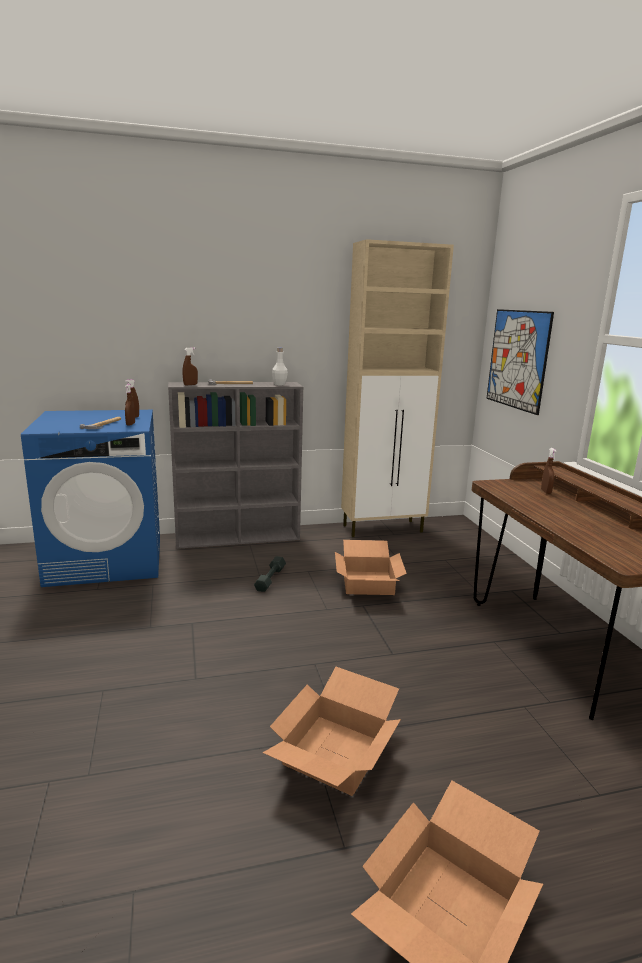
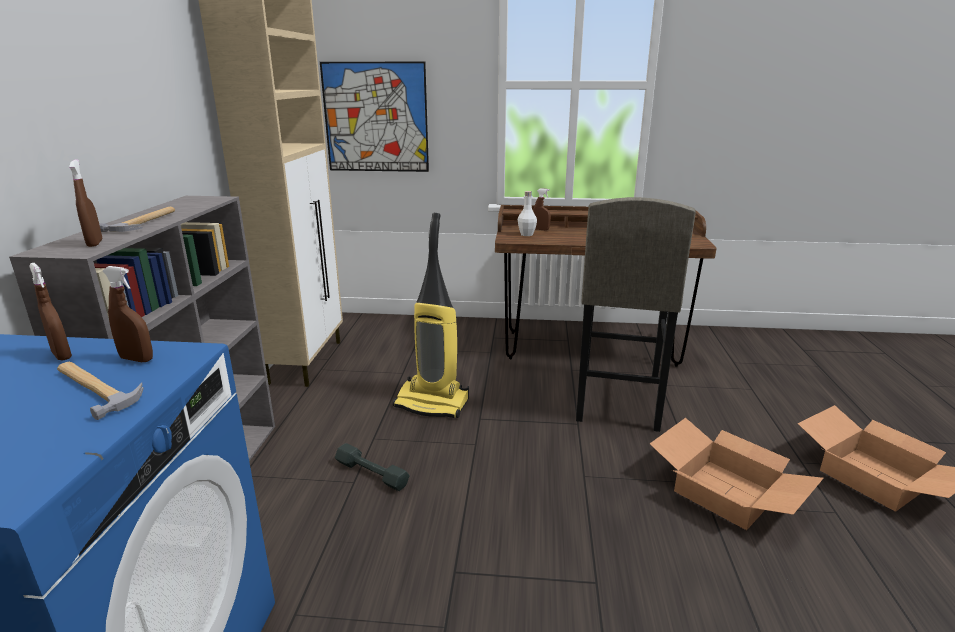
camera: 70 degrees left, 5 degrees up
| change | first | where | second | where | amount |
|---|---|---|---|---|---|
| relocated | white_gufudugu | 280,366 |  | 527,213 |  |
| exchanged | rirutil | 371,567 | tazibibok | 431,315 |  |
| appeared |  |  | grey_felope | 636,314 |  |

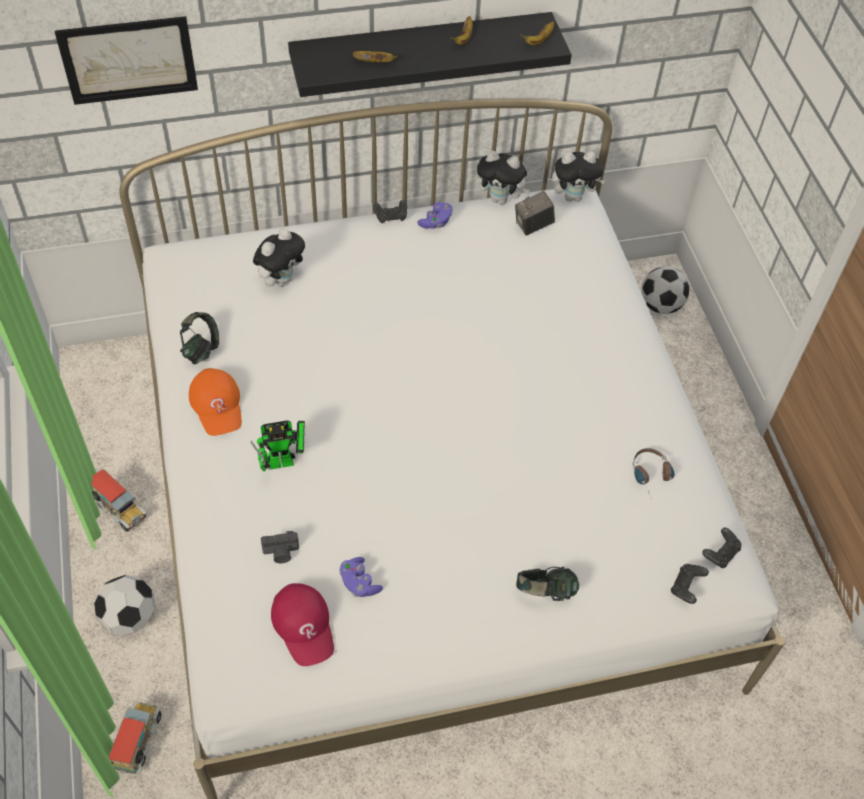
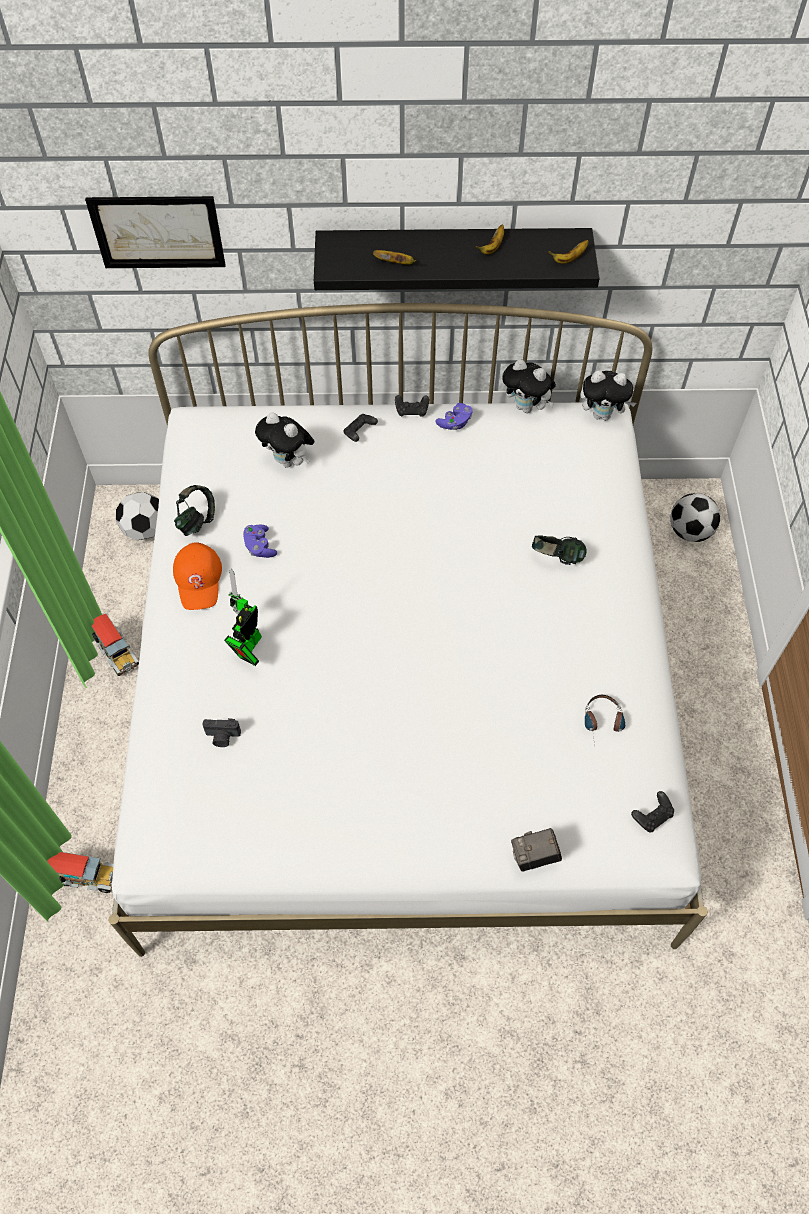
camera: 15 degrees right, 5 degrees up
| change | first | where | second | where | amount |
|---|---|---|---|---|---|
| relocated | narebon | 535,213 |  | 536,850 |  |
| spun | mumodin | 279,257 |  | 285,440 | 75 degrees clockwise |
| spun | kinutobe | 278,445 |  | 243,617 | 120 degrees clockwise |
| relocated | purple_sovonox | 361,577 |  | 260,541 |  |
| relocated | black_sovonox | 690,584 |  | 361,428 |  |
| relocated | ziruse | 547,584 |  | 559,550 |  |
| relocated | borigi | 124,605 |  | 137,516 |  |
| missing | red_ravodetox | 302,624 |  |  |  |
| spun | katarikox | 135,737 |  | 80,872 | 75 degrees clockwise |

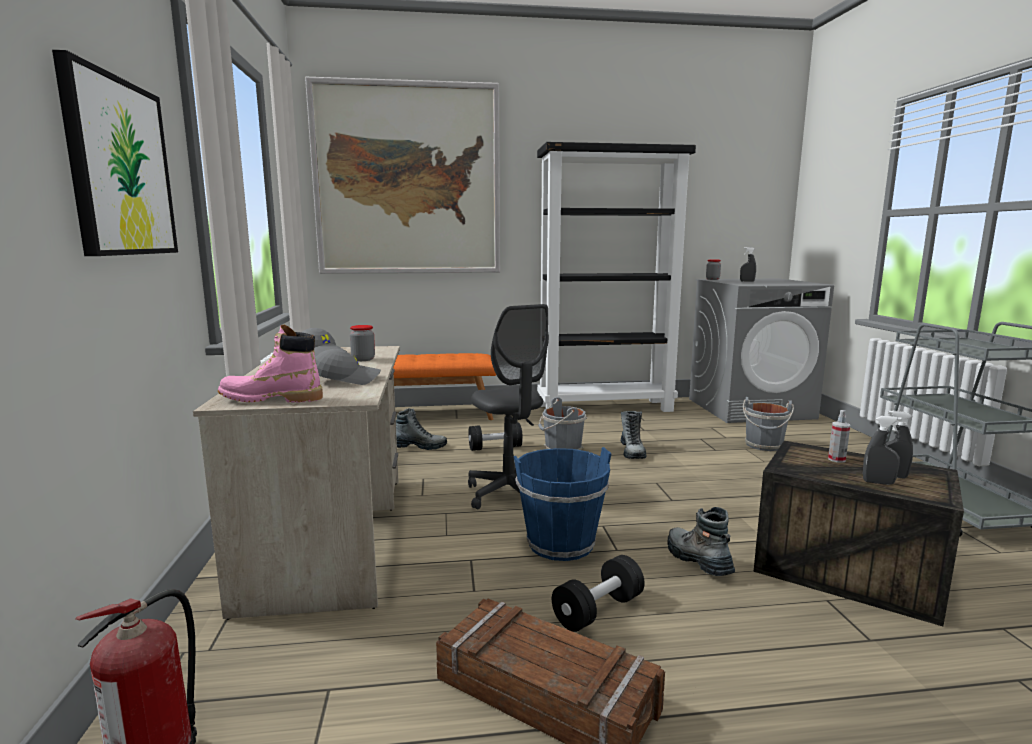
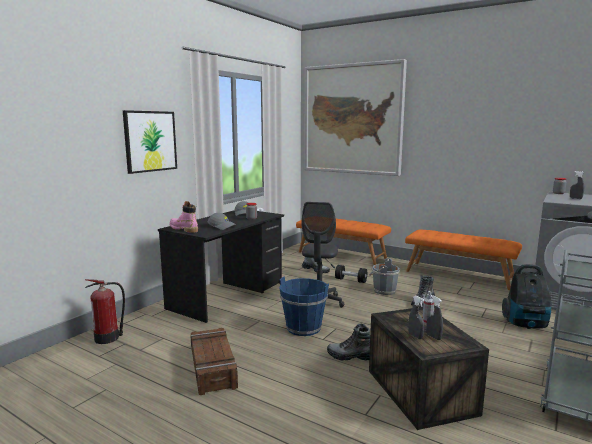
camera: 40 degrees right, 0 degrees up
| change | first | where | second | where | amount |
|---|---|---|---|---|---|
| exchanged | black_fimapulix | 616,277 | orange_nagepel | 463,260 |  |
| colour | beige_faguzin | 296,483 | black_faguzin | 221,267 |  |
| exchanged | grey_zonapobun | 768,424 | tazibibok | 526,296 |  |
| spun | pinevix | 701,541 |  | 348,342 | 90 degrees counterclockwise |
| missing | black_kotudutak | 598,593 |  |  |  |

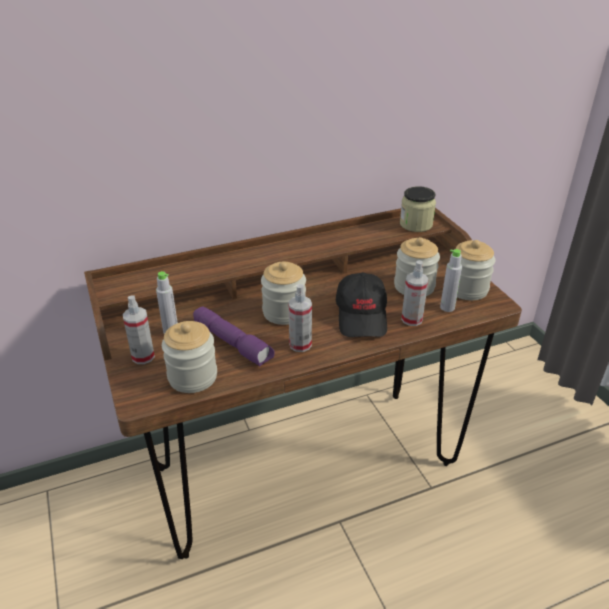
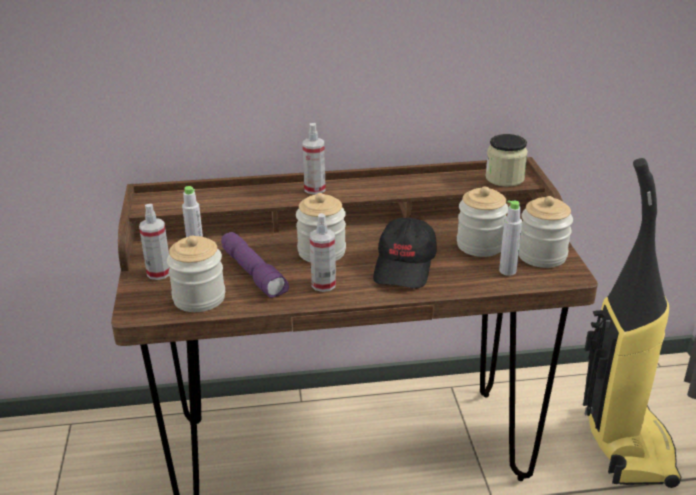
camera: 15 degrees right, 5 degrees down
| change | first | where | second | where | amount |
|---|---|---|---|---|---|
| relocated | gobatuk | 415,293 |  | 314,158 |  |
| appeared |  |  | tazibibok | 632,323 |  |

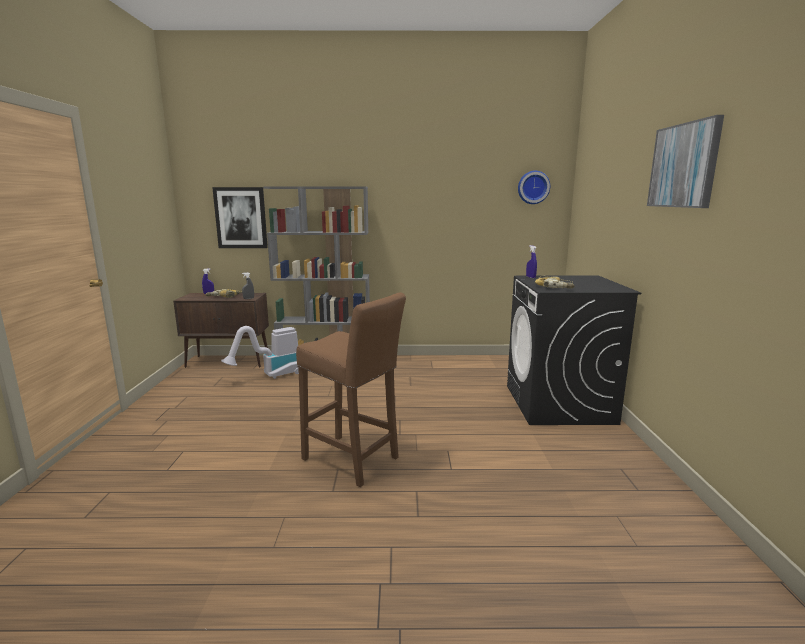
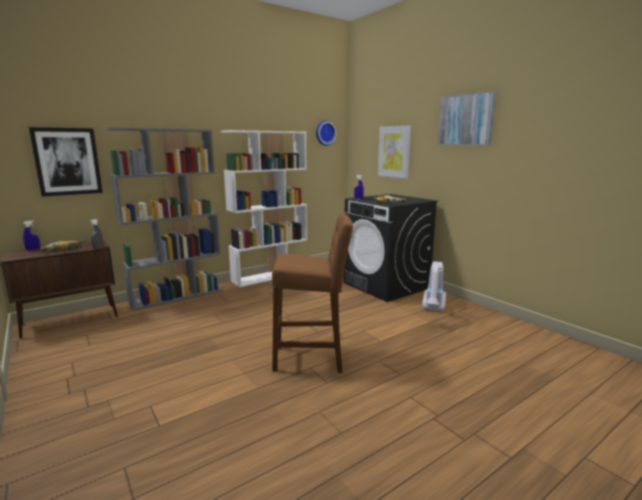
camera: 35 degrees left, 0 degrees up
| change | first | where | second | where | amount |
|---|---|---|---|---|---|
| relocated | tazibibok | 260,352 |  | 434,286 |  |
| appeared |  |  | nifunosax | 394,151 |  |
| appeared |  |  | white_fimapulix | 264,208 |  |

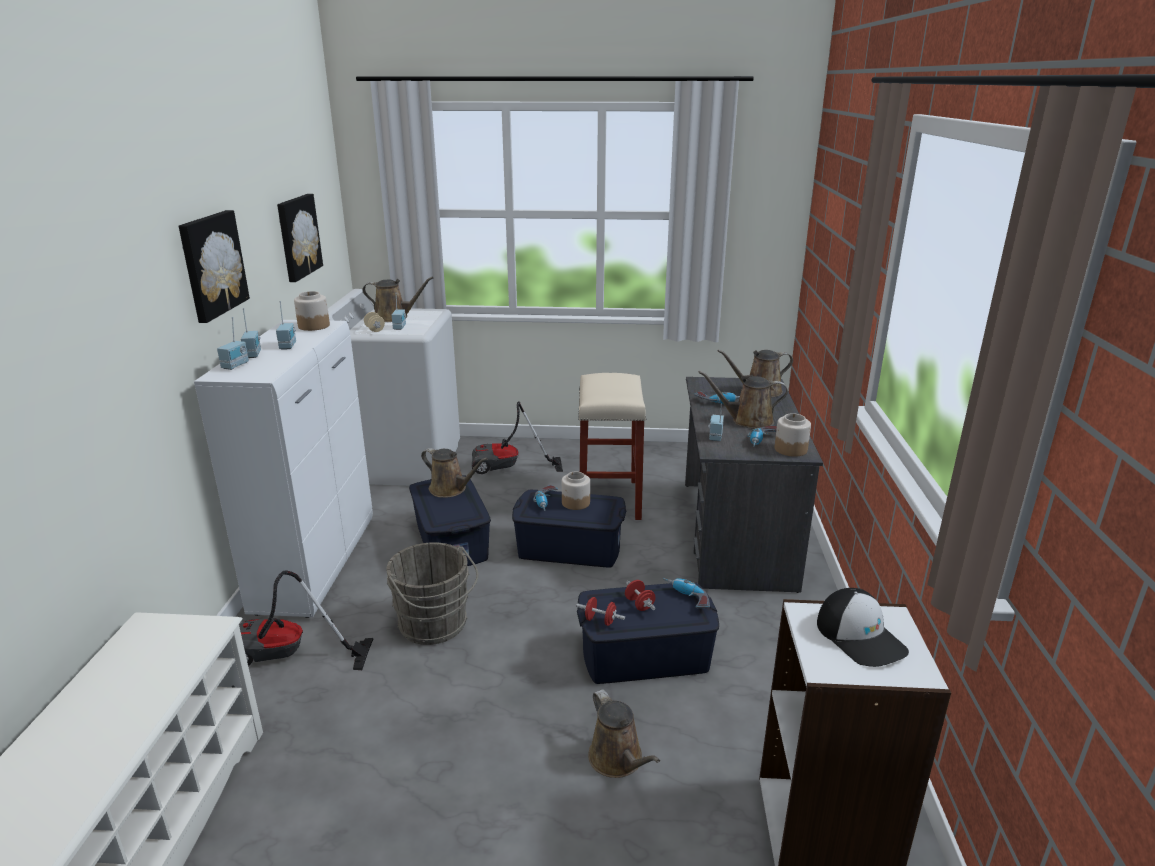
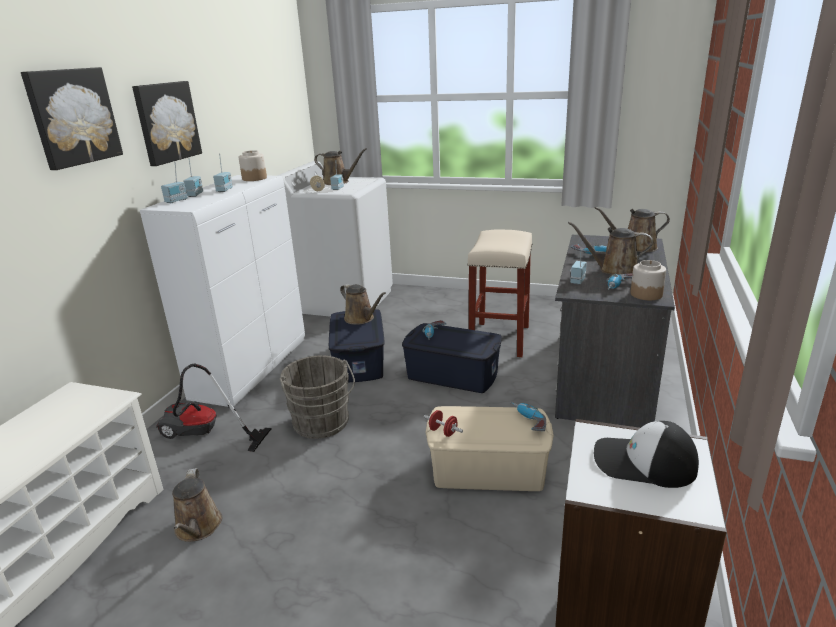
camera: 15 degrees right, 0 degrees up
| change | first | where | second | where | amount |
|---|---|---|---|---|---|
| relocated | nifunosax | 300,238 |  | 72,118 |  |
| missing | tazibibok | 517,437 |  |  |  |
| missing | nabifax | 576,491 |  |  |  |
| missing | red_kotudutak | 640,595 |  |  |  |
| colour | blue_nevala | 648,633 | beige_nevala | 489,448 |  |
| spun | ravodetox | 863,627 |  | 646,454 | 120 degrees clockwise |
| relocated | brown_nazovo | 624,733 |  | 197,505 |  |

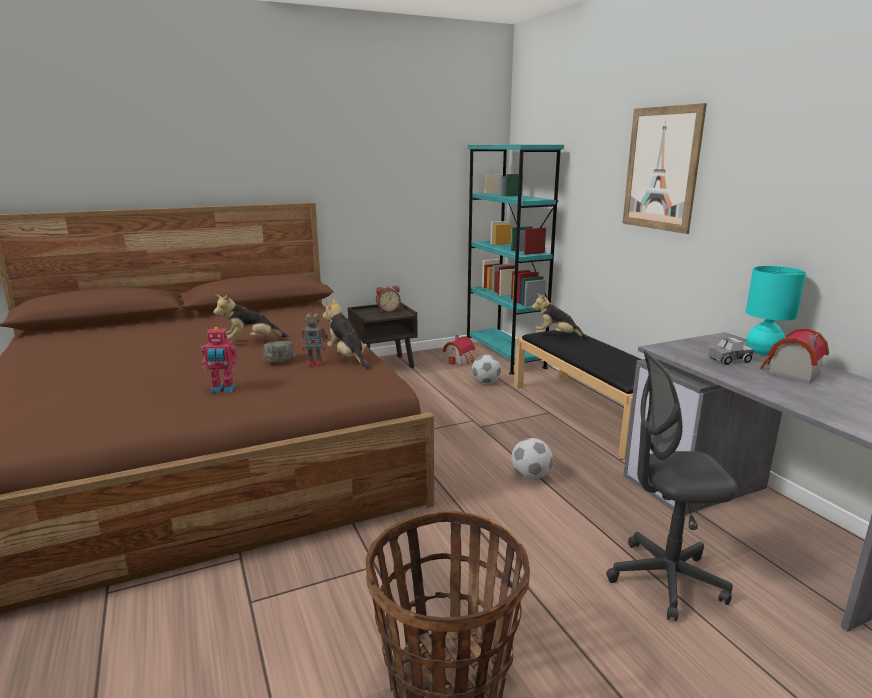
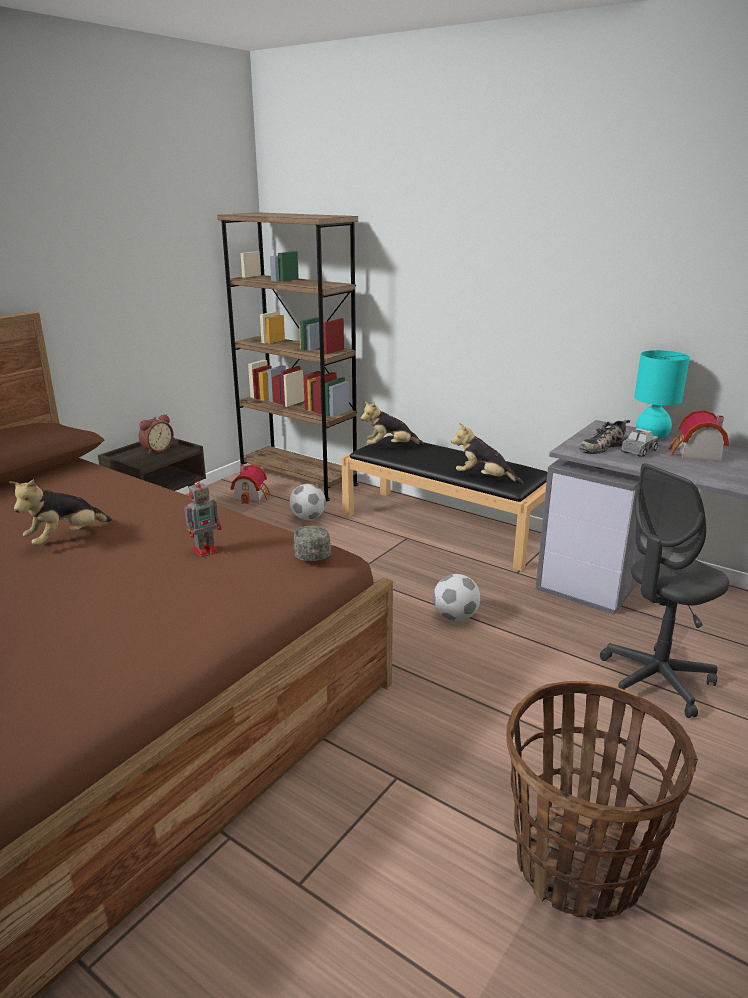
camera: 30 degrees left, 5 degrees up
| change | first | where | second | where | amount |
|---|---|---|---|---|---|
| missing | nifunosax | 665,168 |  |  |  |
| colour | turquoise_fimapulix | 515,260 | brown_fimapulix | 288,357 |  |
| relocated | mumodin | 346,334 |  | 487,453 |  |
| missing | kinutobe | 219,360 |  |  |  |
| relocated | grey_ravodetox | 280,351 |  | 312,543 |  |
| appeared |  |  | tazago | 604,437 |  |

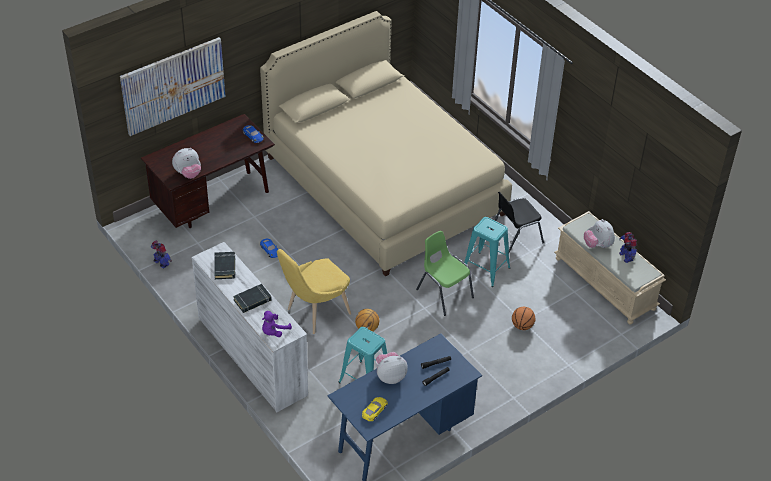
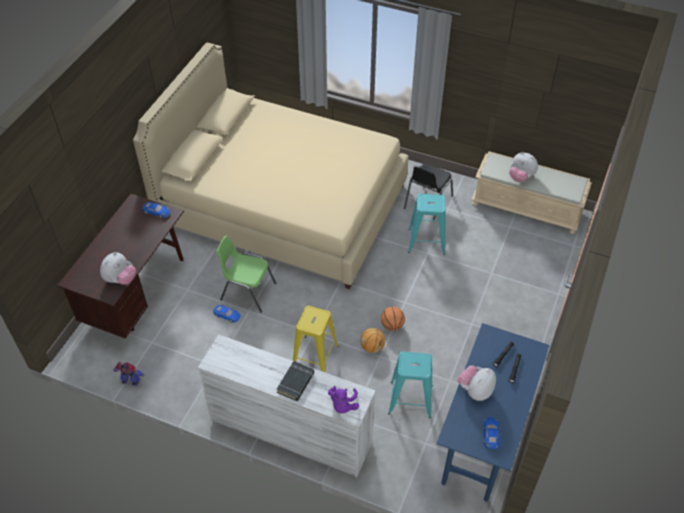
camera: 30 degrees left, 5 degrees up
| change | first | where | second | where | amount |
|---|---|---|---|---|---|
| missing | nifunosax | 172,86 |  |  |  |
| relocated | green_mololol | 445,273 |  | 246,274 |  |
| missing | kinutobe | 628,247 |  |  |  |
| exchanged | yellow_mololol | 314,291 | yellow_felope | 316,339 |  |
| missing | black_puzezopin | 225,265 |  |  |  |
| relocated | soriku | 524,318 |  | 393,318 |  |
| colour | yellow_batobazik | 374,409 | blue_batobazik | 491,433 |  |

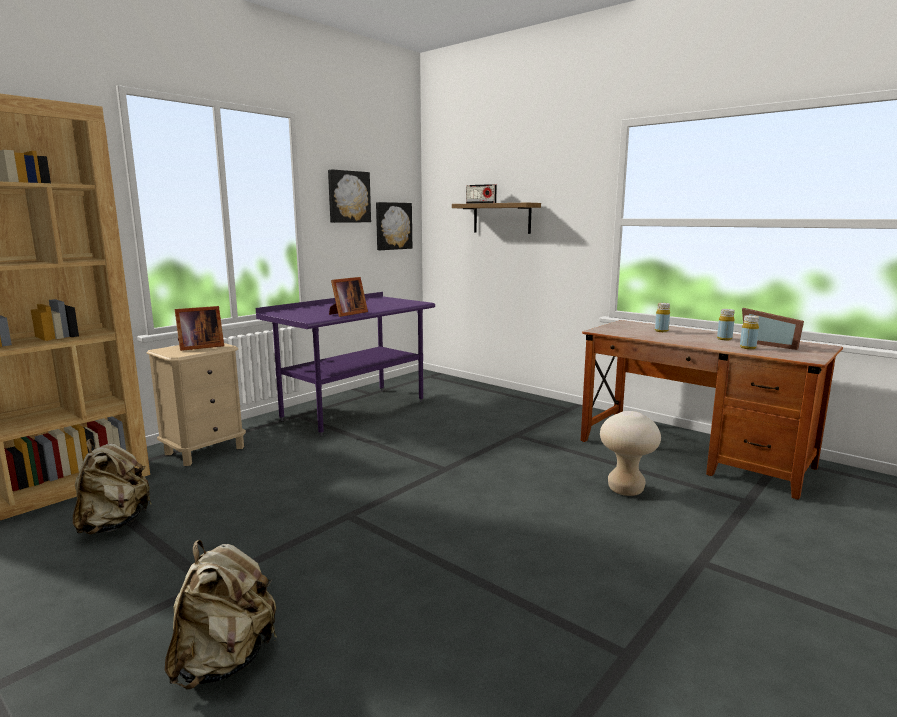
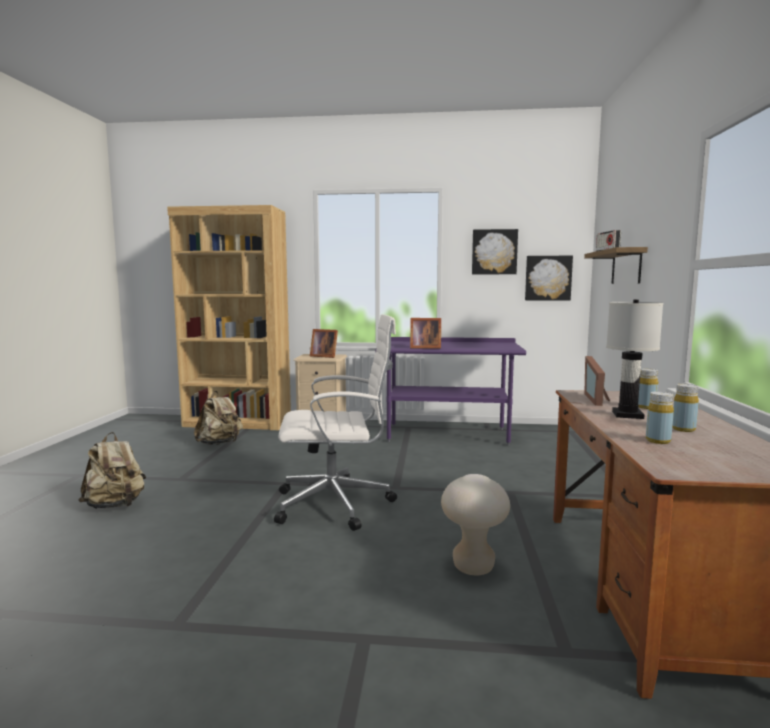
camera: 55 degrees right, 5 degrees down
| change | first | where | second | where | amount |
|---|---|---|---|---|---|
| relocated | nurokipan | 773,329 |  | 597,381 |  |
| appeared |  |  | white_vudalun | 634,359 |  |
| appeared |  |  | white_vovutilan | 335,422 |  |

